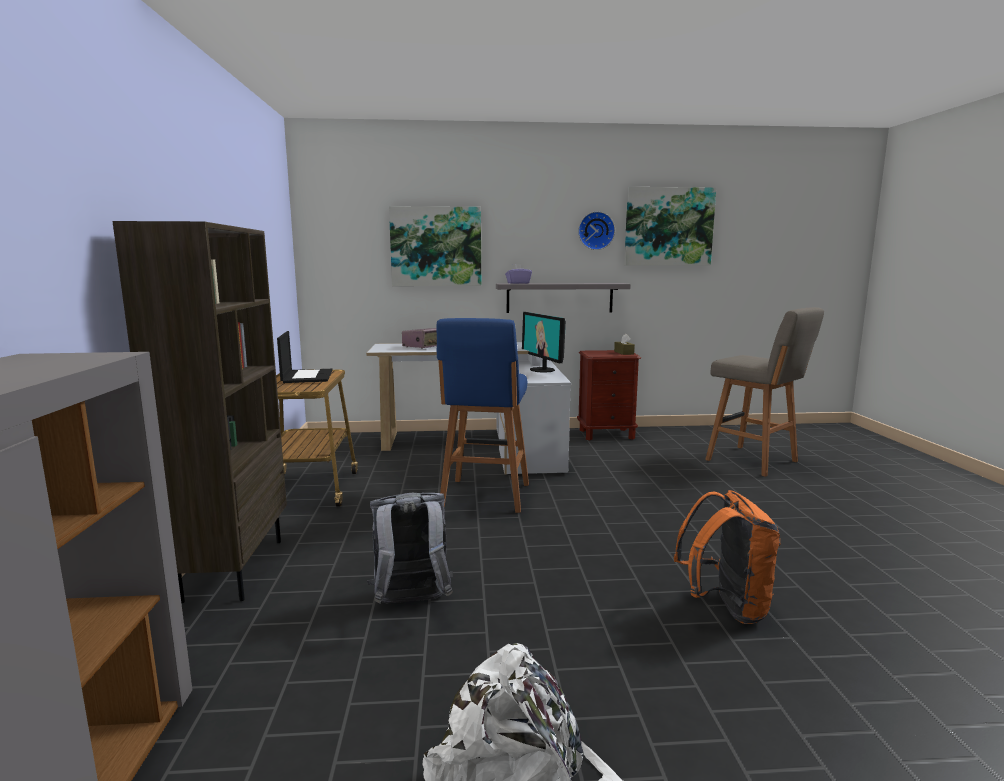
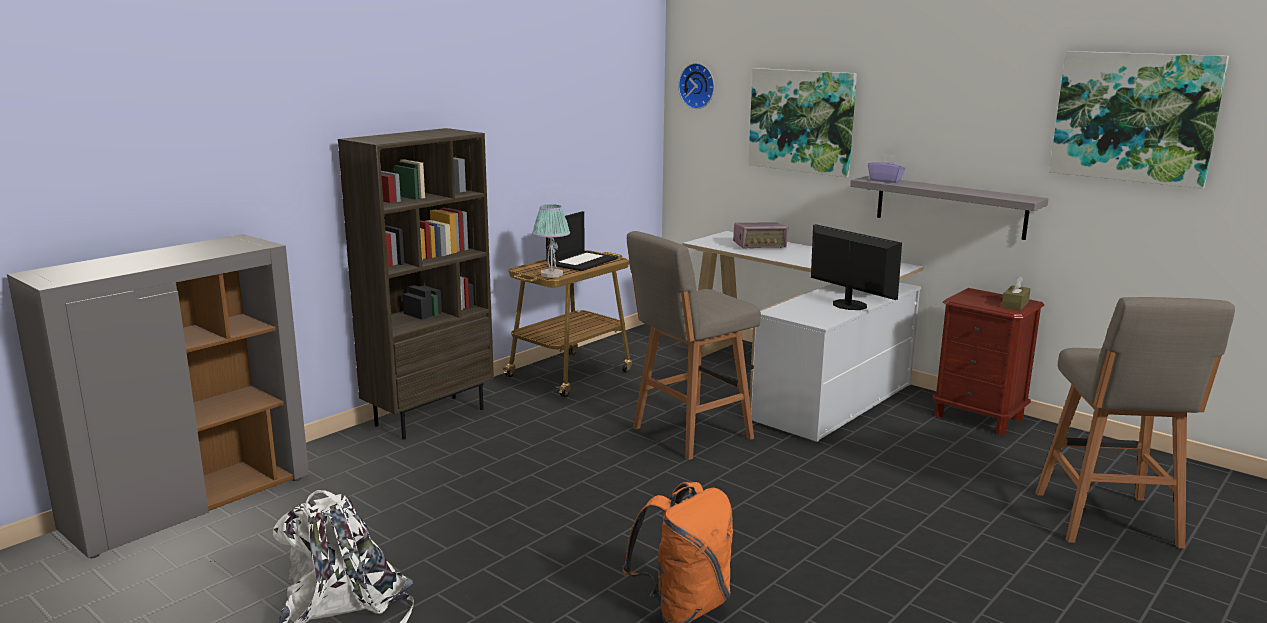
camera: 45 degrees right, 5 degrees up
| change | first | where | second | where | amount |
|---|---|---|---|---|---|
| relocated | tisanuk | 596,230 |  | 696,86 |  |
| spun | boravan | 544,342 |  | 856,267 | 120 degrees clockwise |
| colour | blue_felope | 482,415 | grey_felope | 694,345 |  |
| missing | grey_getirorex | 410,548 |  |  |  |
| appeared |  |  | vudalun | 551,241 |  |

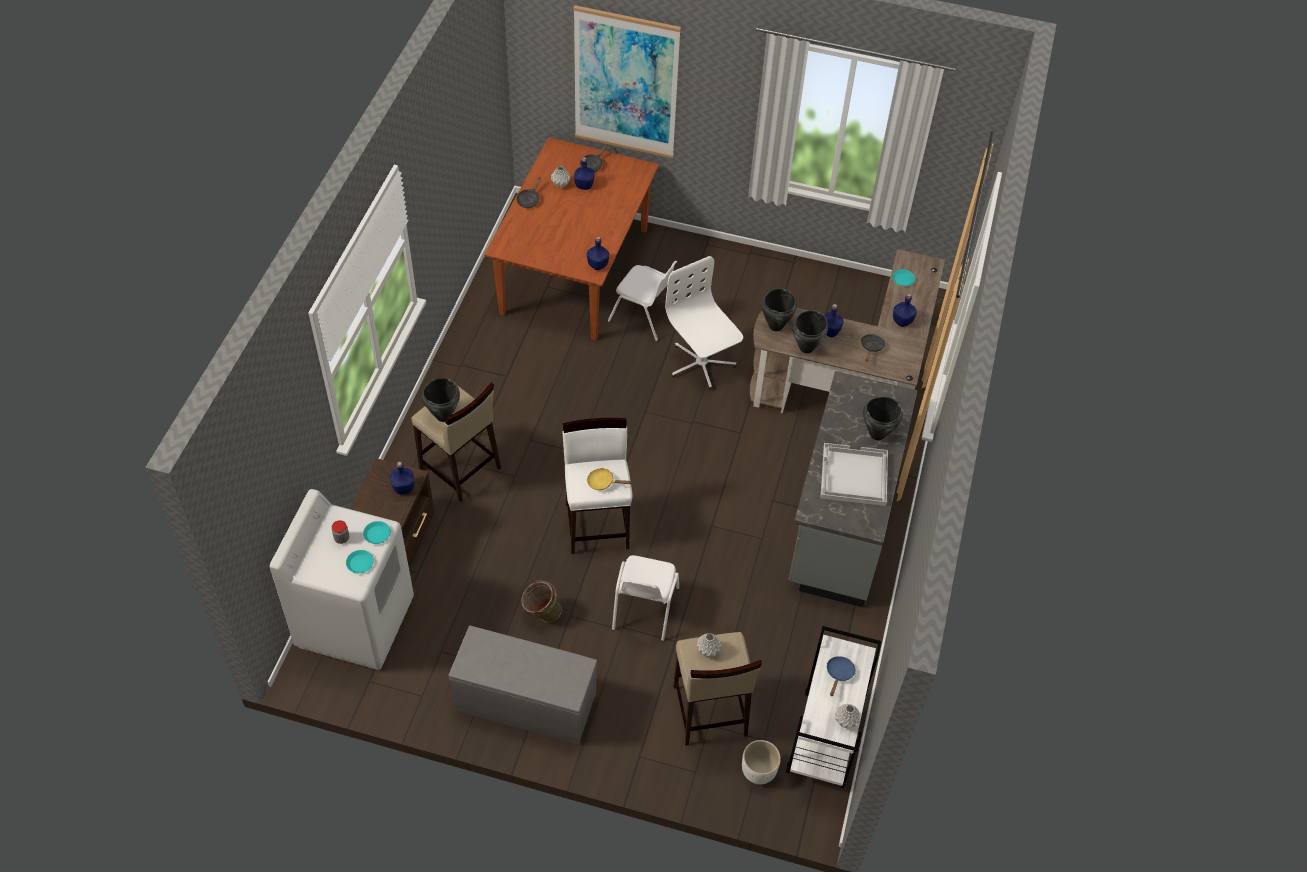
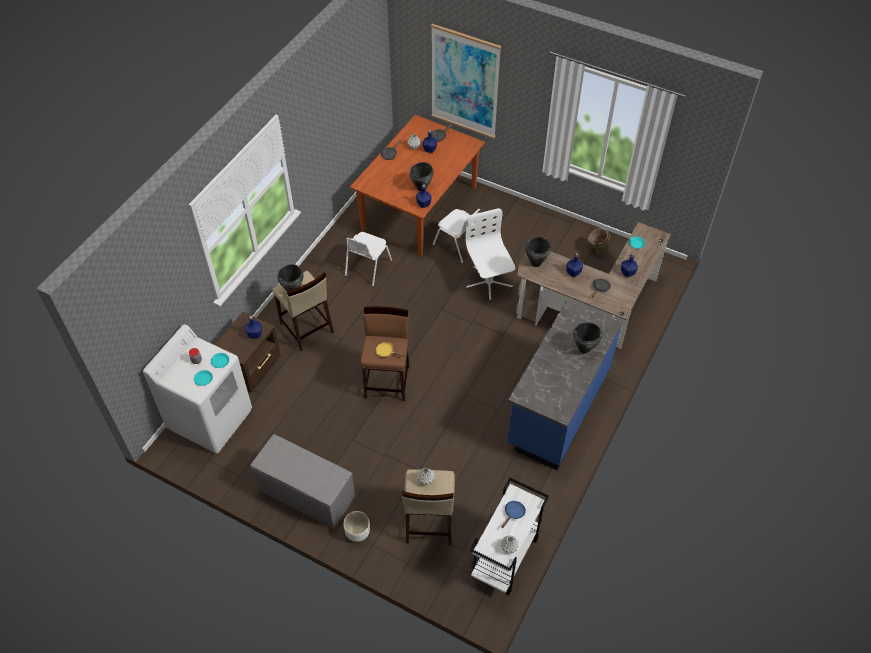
camera: 15 degrees right, 0 degrees up
| change | first | where | second | where | amount |
|---|---|---|---|---|---|
| relocated | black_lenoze | 810,332 |  | 421,176 |  |
| colour | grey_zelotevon | 853,489 | blue_zelotevon | 564,385 |  |
| colour | white_felope | 598,486 | brown_felope | 384,354 |  |
| missing | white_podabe | 854,474 |  |  |  |
| relocated | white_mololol | 645,598 |  | 368,259 |  |
| relocated | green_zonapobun | 541,601 |  | 599,241 |  |
| relocated | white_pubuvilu | 761,762 |  | 356,526 |  |

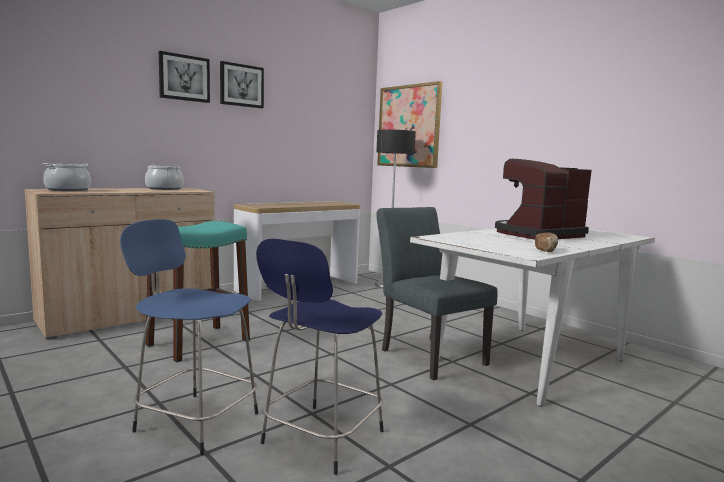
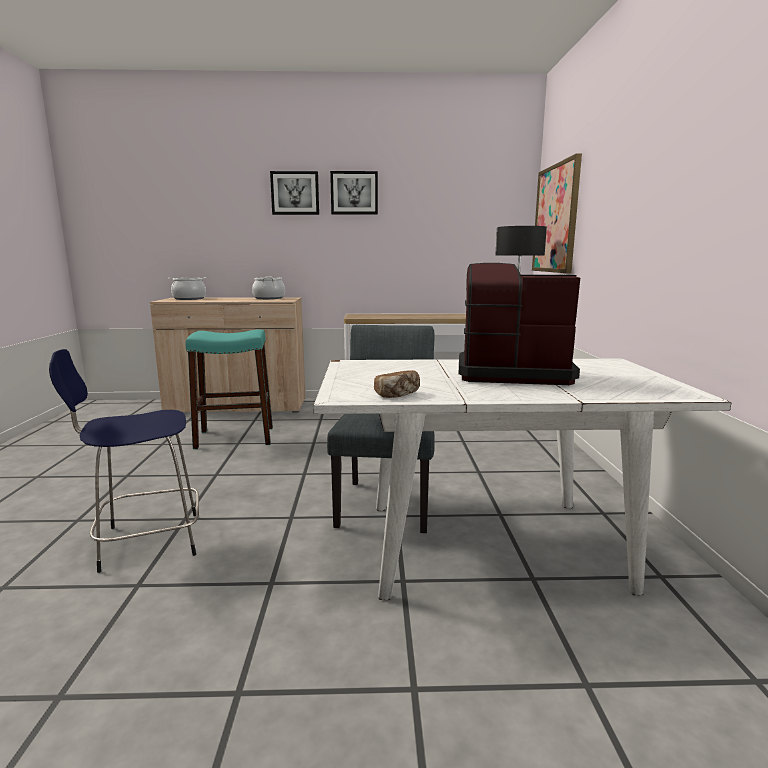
camera: 40 degrees right, 5 degrees up
| change | first | where | second | where | amount |
|---|---|---|---|---|---|
| missing | blue_felope | 189,337 |  |  |  |

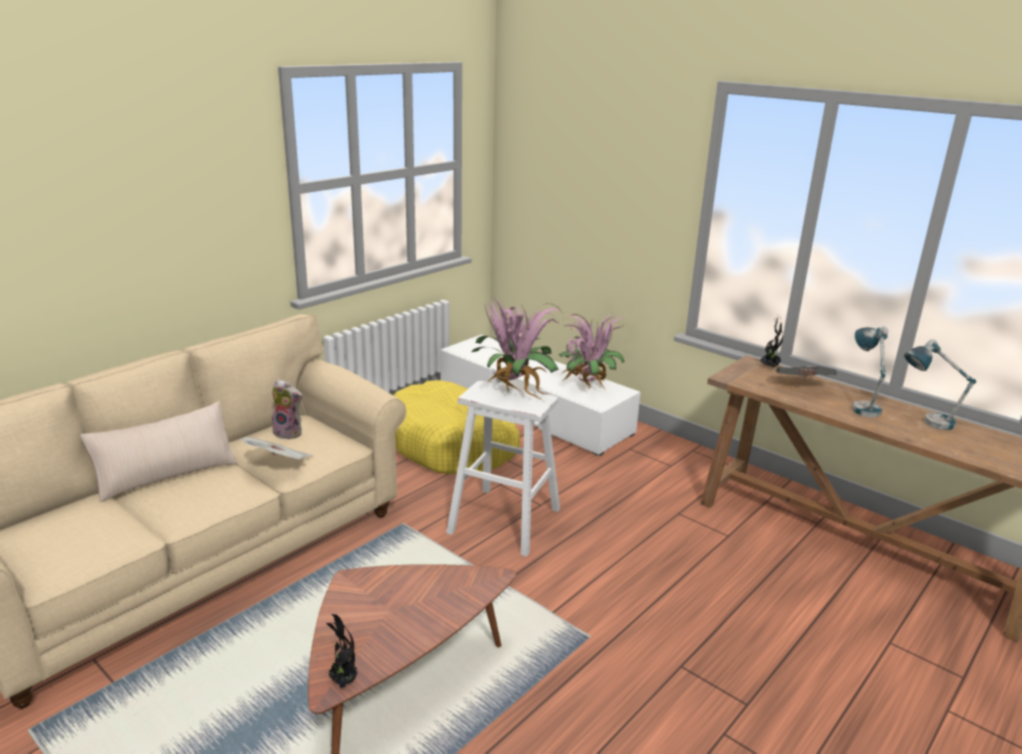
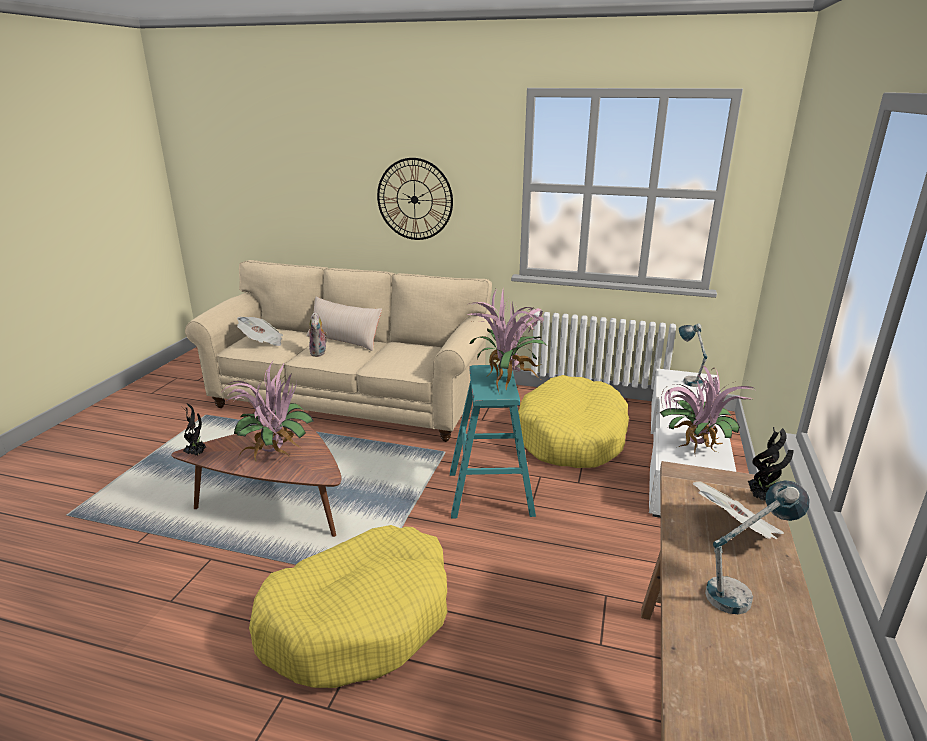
camera: 65 degrees right, 0 degrees up
| change | first | where | second | where | amount |
|---|---|---|---|---|---|
| relocated | vudalun | 940,384 |  | 693,355 |  |
| relocated | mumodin | 287,409 |  | 318,334 |  |
| colour | white_felope | 503,469 | turquoise_felope | 493,442 |  |
| relocated | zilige | 276,448 |  | 260,331 |  |
| appeared |  |  | tisanuk | 415,199 |  |
| appeared |  |  | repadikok | 267,411 |  |
| appeared |  |  | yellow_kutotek | 348,606 |  |

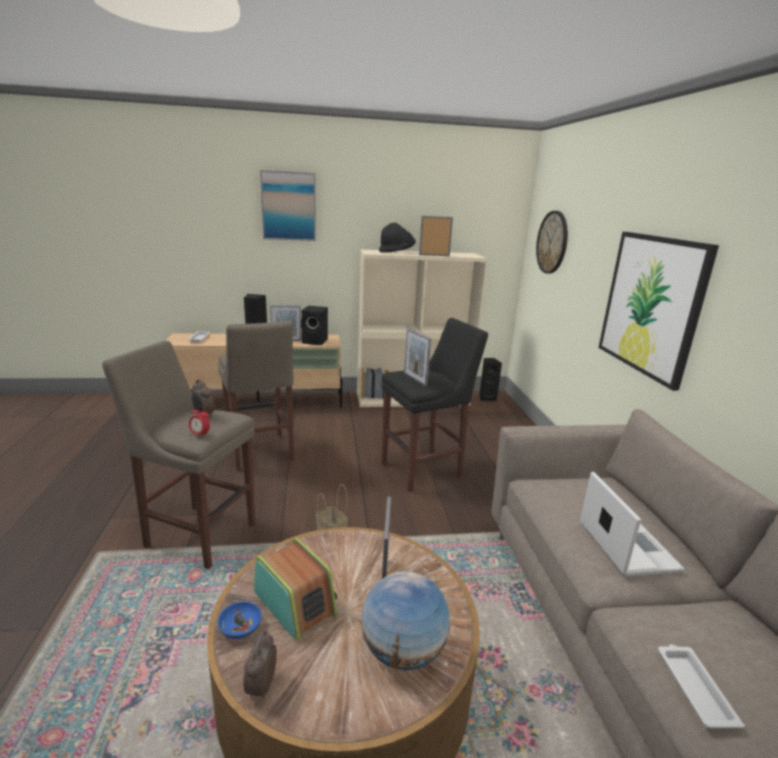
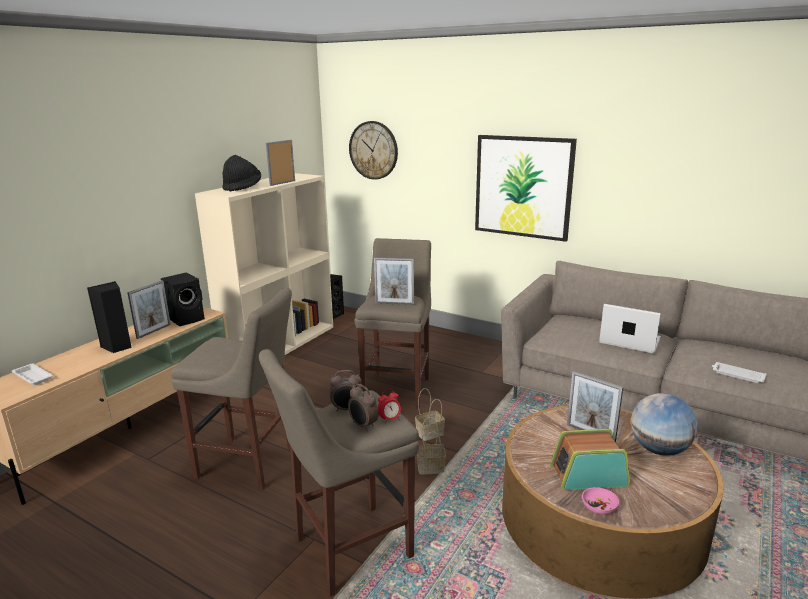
camera: 50 degrees left, 0 degrees up
| change | first | where | second | where | amount |
|---|---|---|---|---|---|
| missing | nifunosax | 288,205 |  |  |  |
| colour | black_felope | 434,405 | beige_felope | 393,323 |  |
| colour | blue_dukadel | 240,620 | pink_dukadel | 601,500 |  |
| relocated | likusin | 260,664 |  | 363,407 |  |
| appeared |  |  | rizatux | 430,414 |  |

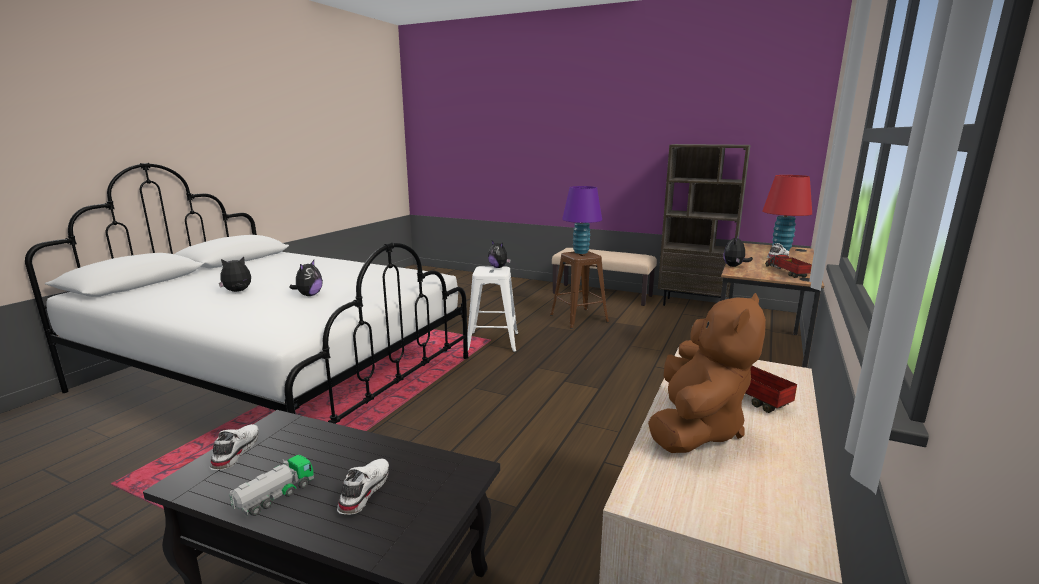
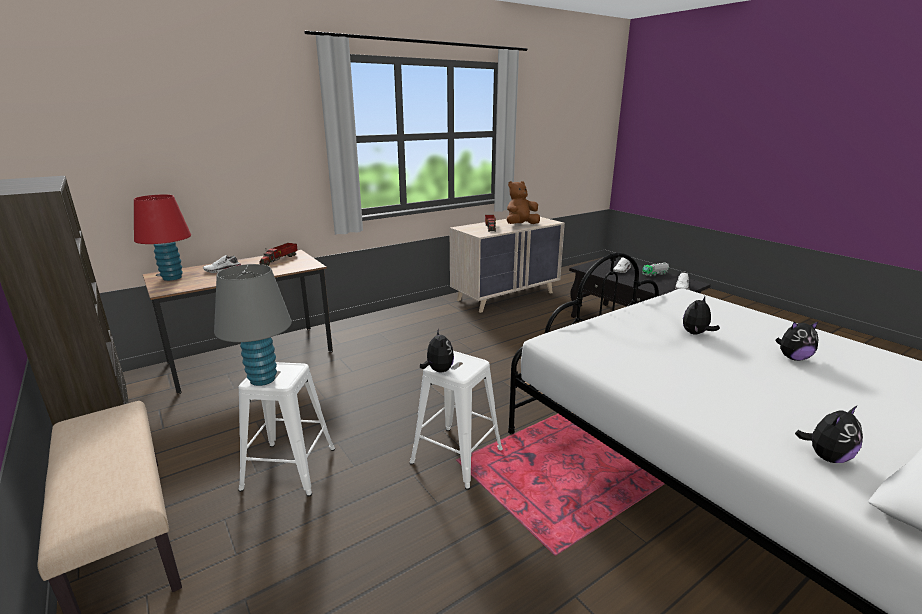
camera: 150 degrees left, 5 degrees up
| change | first | where | second | where | amount |
|---|---|---|---|---|---|
| colour | purple_vudalun | 582,220 | grey_vudalun | 253,325 |  |
| relocated | mumodin | 738,251 |  | 829,434 |  |
| colour | brown_felope | 579,290 | white_felope | 286,429 |  |

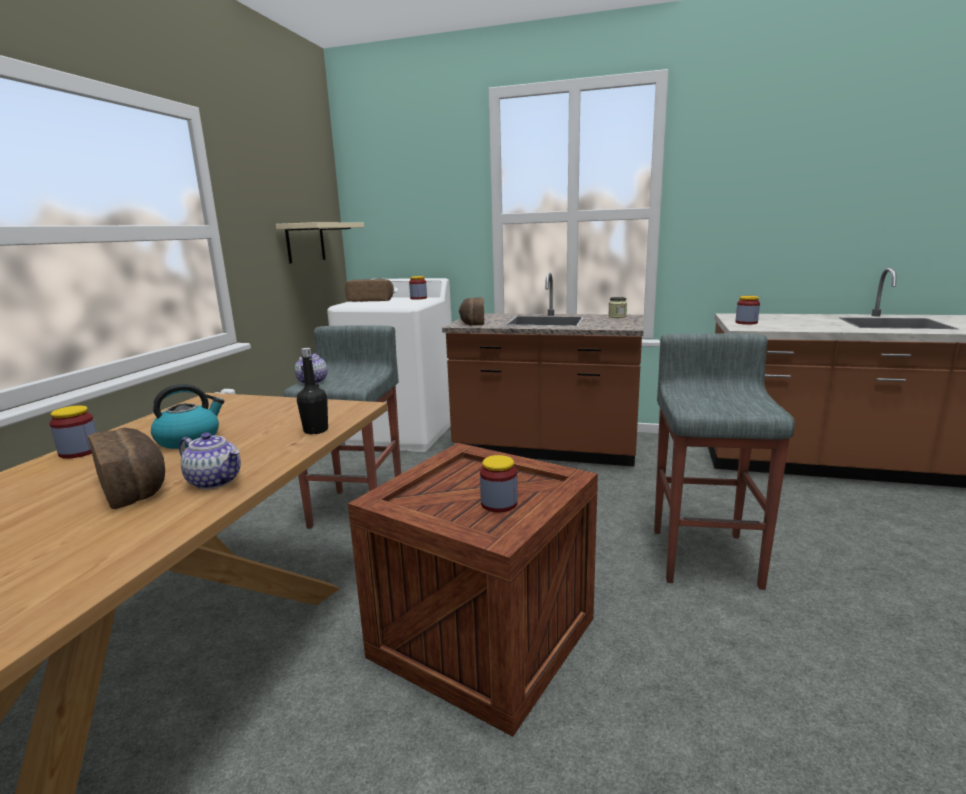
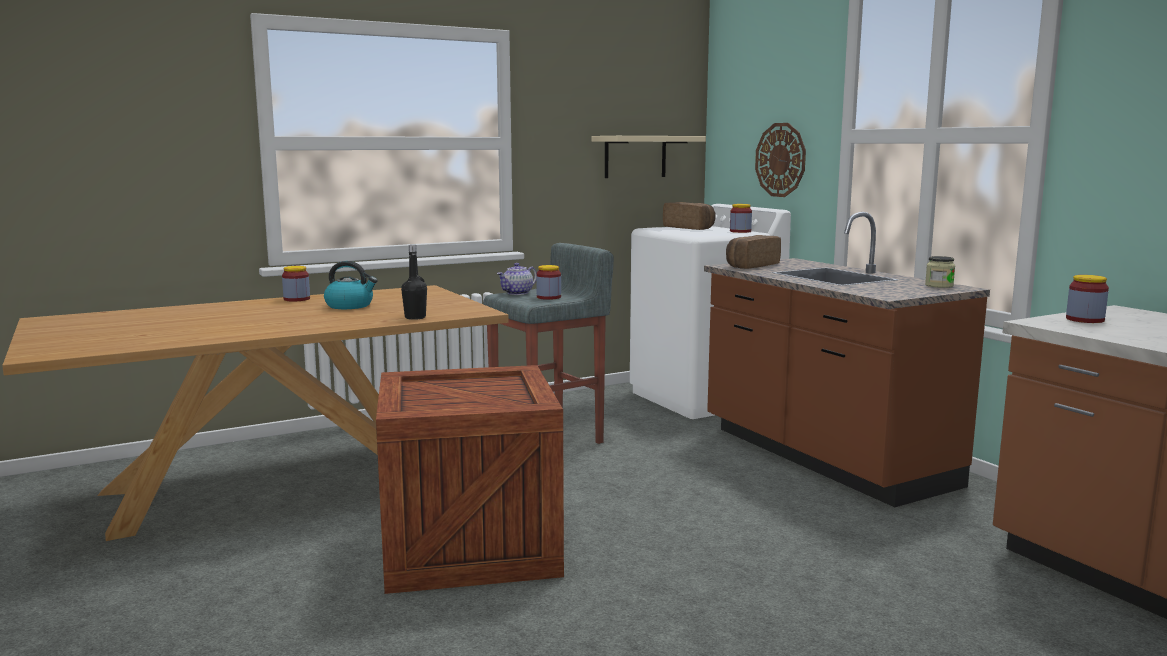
camera: 45 degrees right, 5 degrees down
| change | first | where | second | where | amount |
|---|---|---|---|---|---|
| missing | grey_felope | 724,461 |  |  |  |
| missing | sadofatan | 126,468 |  |  |  |
| missing | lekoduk | 210,460 |  |  |  |
| relocated | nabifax | 499,483 |  | 548,282 |  |
| appeared |  |  | tisanuk | 780,160 |  |

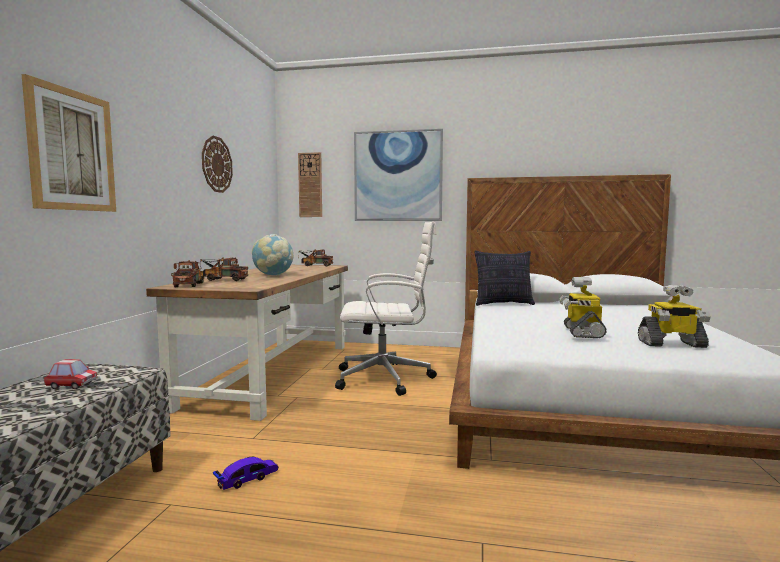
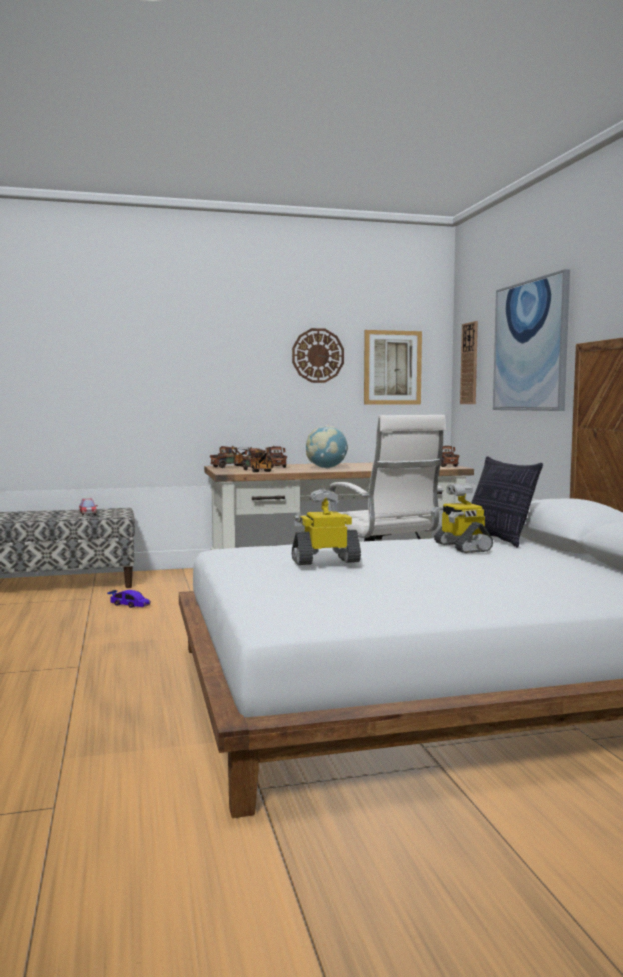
camera: 65 degrees right, 0 degrees up
| change | first | where | second | where | amount |
|---|---|---|---|---|---|
| relocated | nifunosax | 69,143 |  | 393,367 |  |
| relocated | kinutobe | 674,316 |  | 461,518 |  |
| appeared |  |  | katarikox | 257,460 |  |

